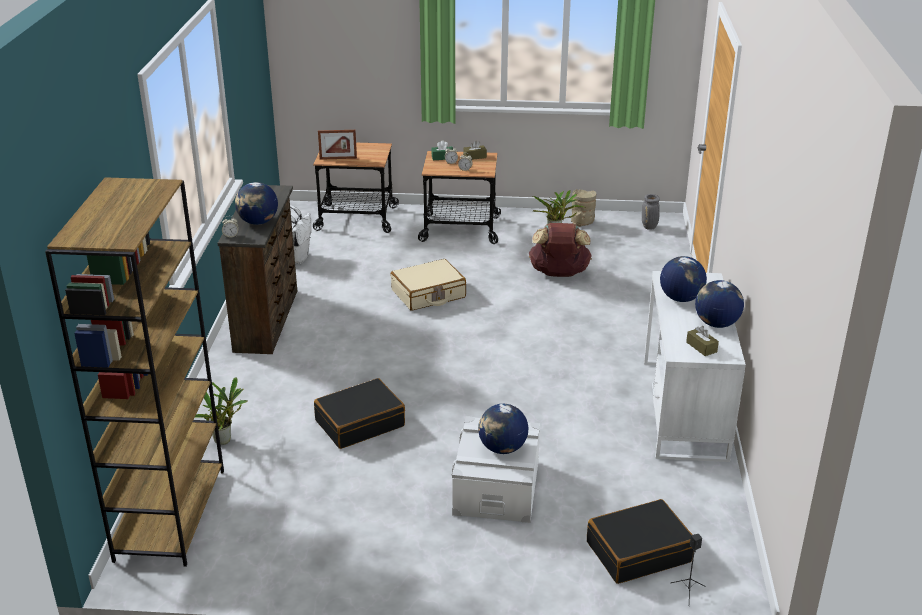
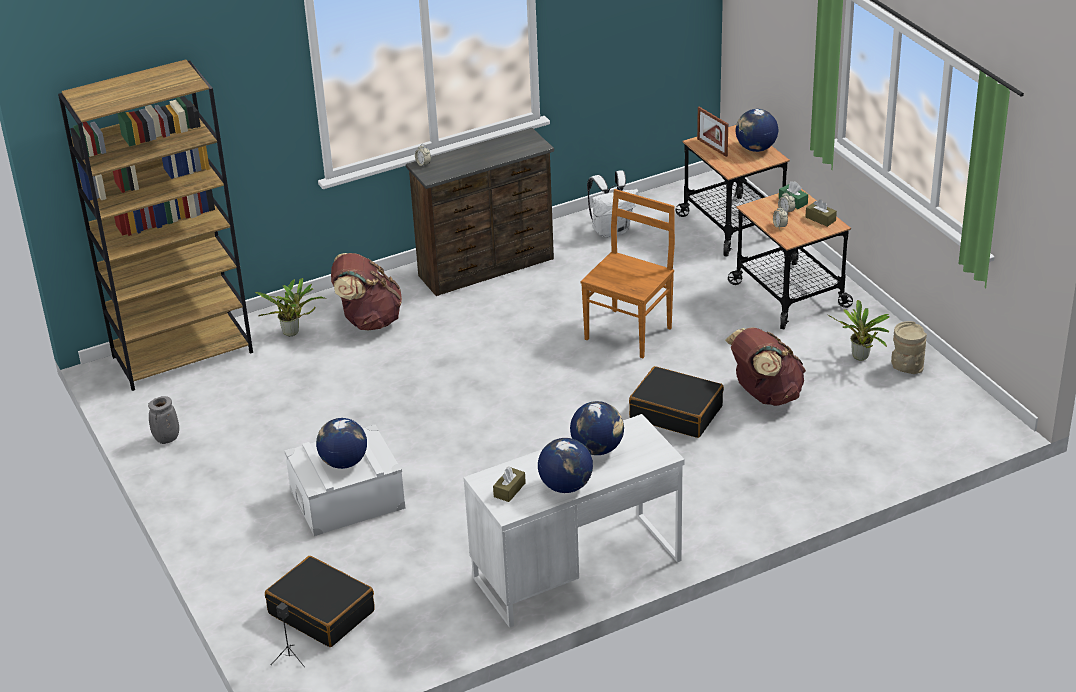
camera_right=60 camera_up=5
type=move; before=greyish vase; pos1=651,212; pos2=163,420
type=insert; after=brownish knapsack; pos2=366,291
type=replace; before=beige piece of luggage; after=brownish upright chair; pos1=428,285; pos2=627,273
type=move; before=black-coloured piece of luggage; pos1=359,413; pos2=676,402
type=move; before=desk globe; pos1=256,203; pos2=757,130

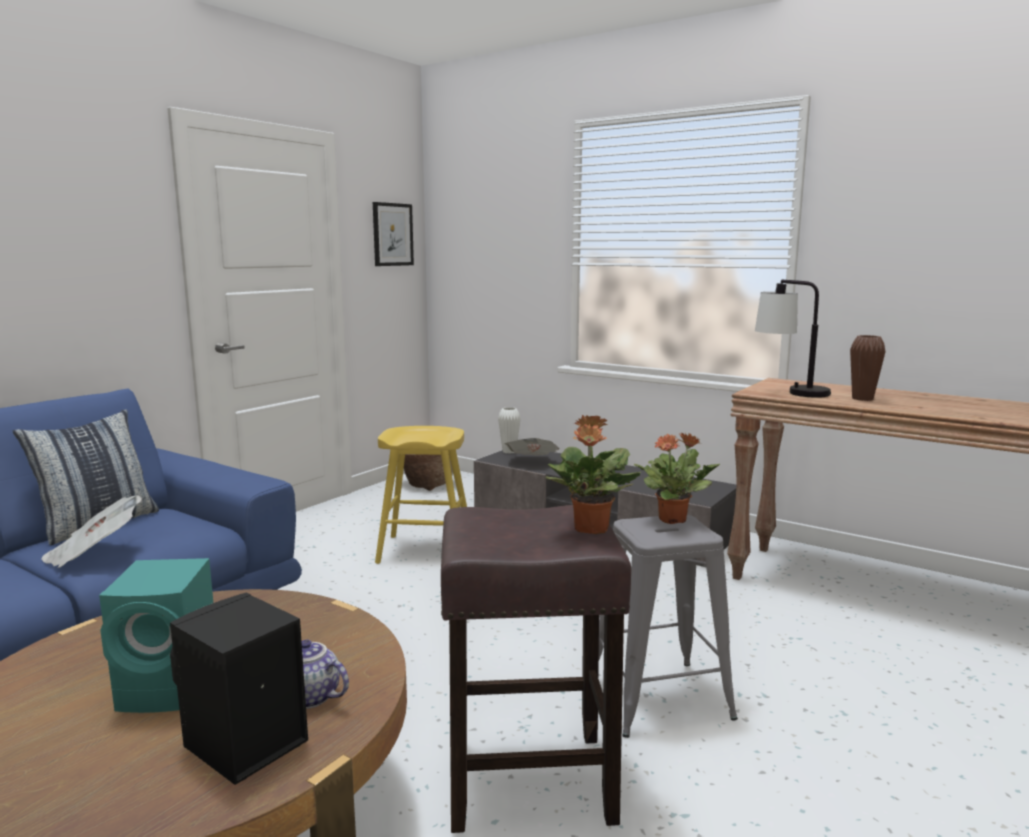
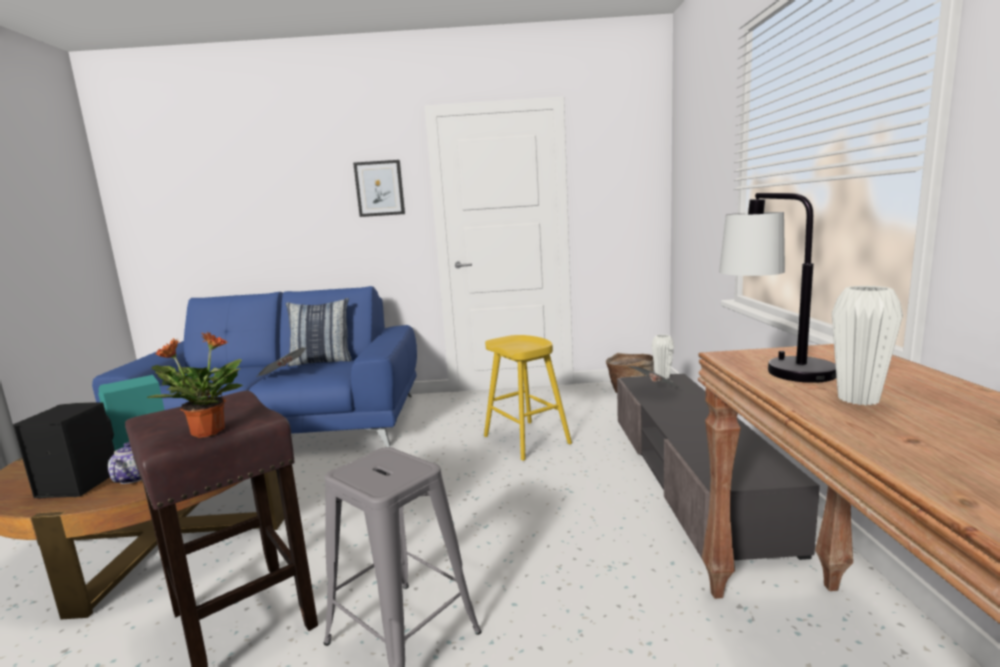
camera_right=55 camera_up=0
type=move; before=wall art; pos1=393,234; pos2=379,188
type=recolor; before=brownish vase; after=white-coloured vase; pos1=868,368; pos2=867,345
type=delete; before=potted plant; pos1=677,478

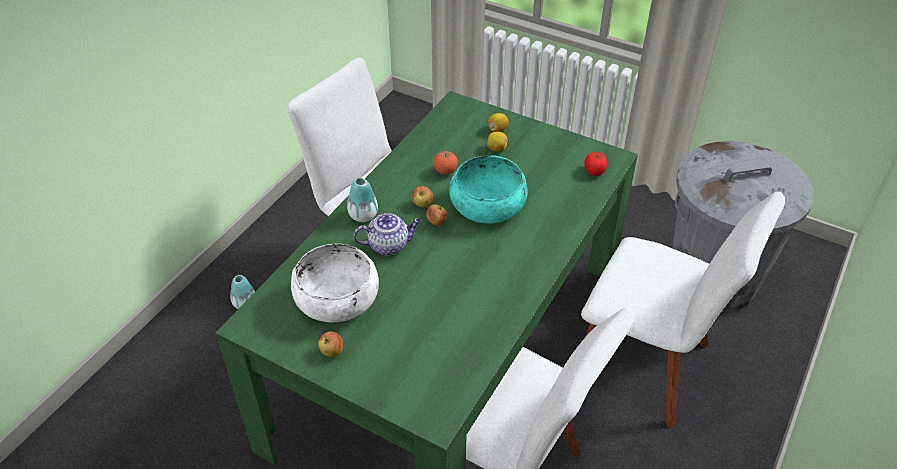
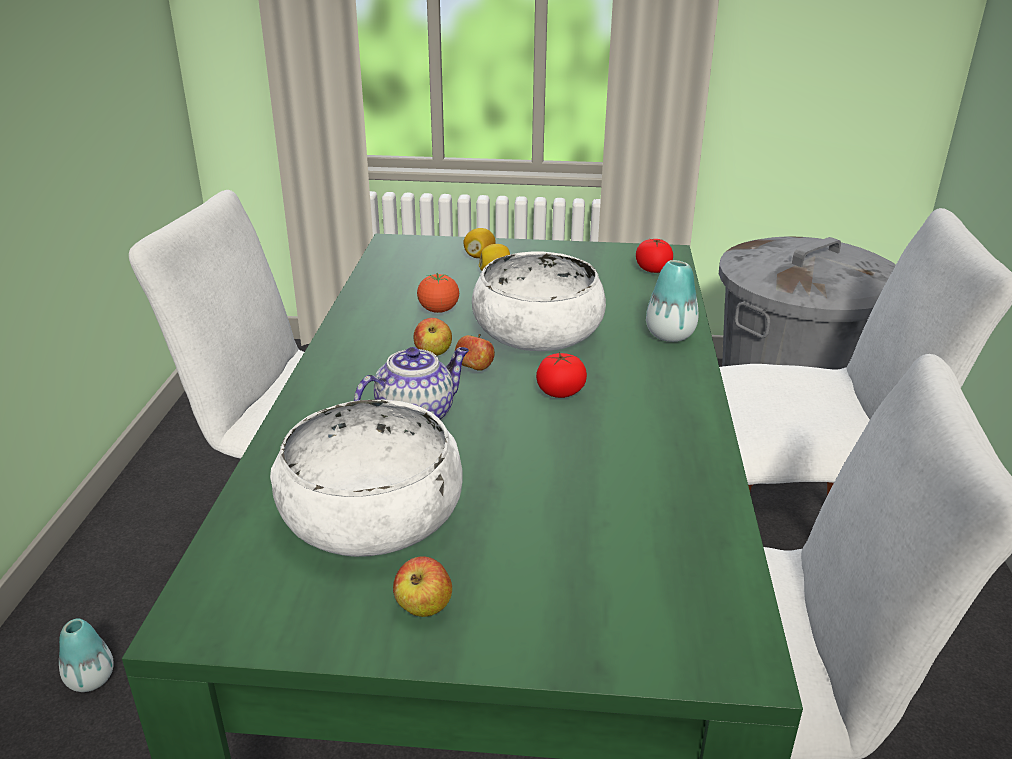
camera_right=-25 camera_up=-15
type=recolor; before=turquoise bowl; after=white-coloured bowl; pos1=488,189; pos2=539,301
type=insert; after=whole tomato; pos2=561,375
type=move; before=vase; pos1=362,200; pos2=672,301

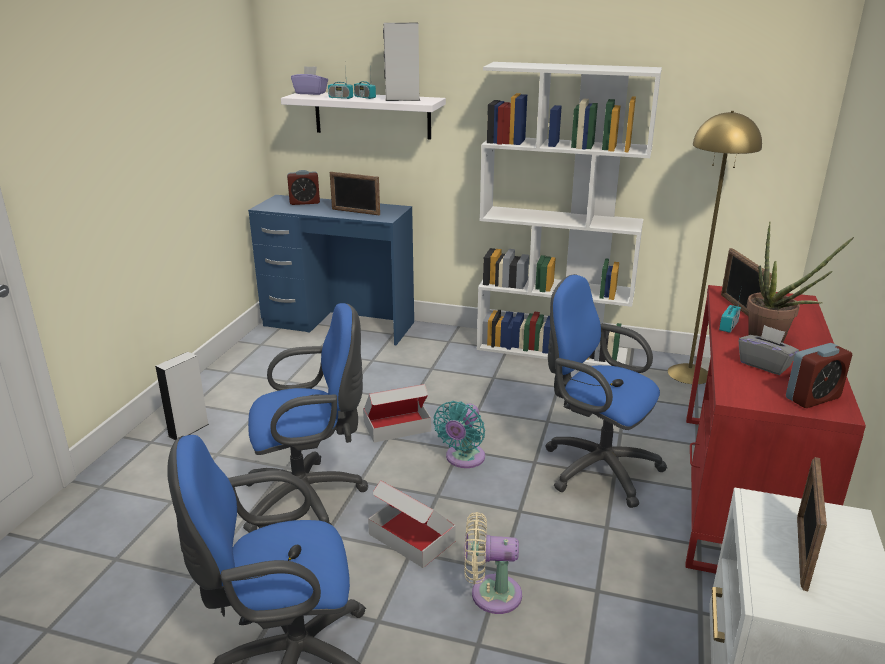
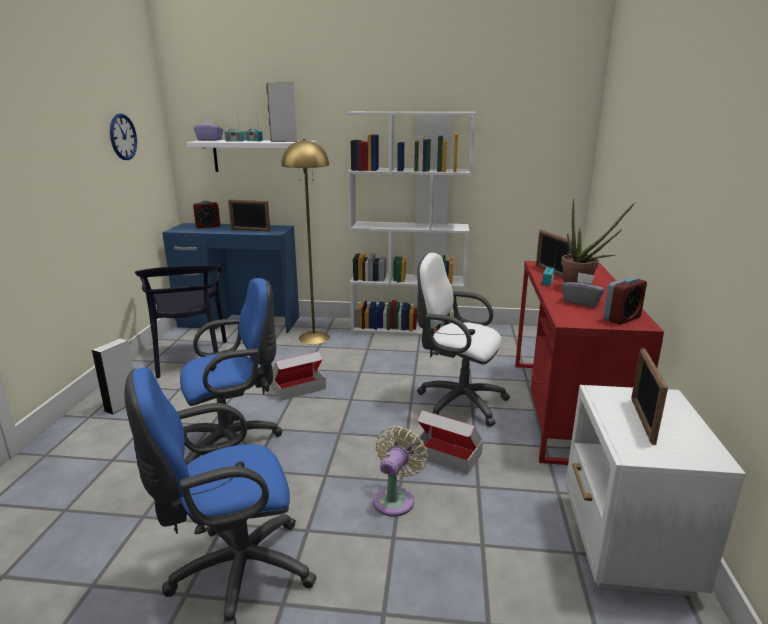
camera_right=-10 camera_up=-5
type=insert; after=wall clock; pos2=123,136
type=insert; after=black-coloured upright chair; pos2=181,321
type=move; before=yellowish floor lamp; pos1=715,247; pos2=306,241
type=rotate; before=beige electric fan; pos1=493,563; pos2=400,471; turn=120
type=move; before=carton; pos1=412,524; pos2=448,442
type=recolor; before=bluish computer chair; after=white-coloured computer chair; pos1=606,391; pos2=463,340
type=delete; before=turquoise electric fan; pos1=459,434

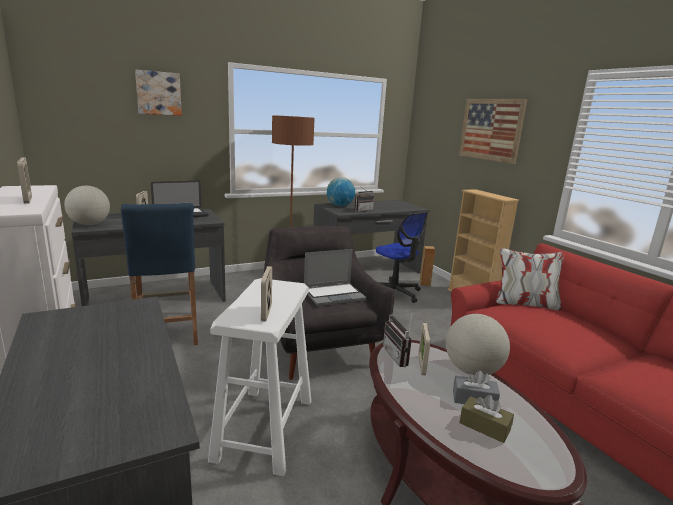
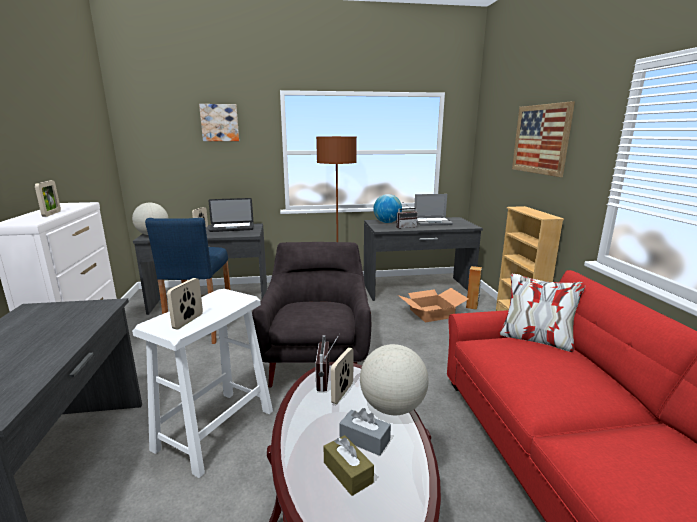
camera_right=20 camera_up=0
type=replace; before=computer chair; after=carton; pos1=402,257; pos2=433,305
type=move; before=portable computer; pos1=335,277; pos2=433,210

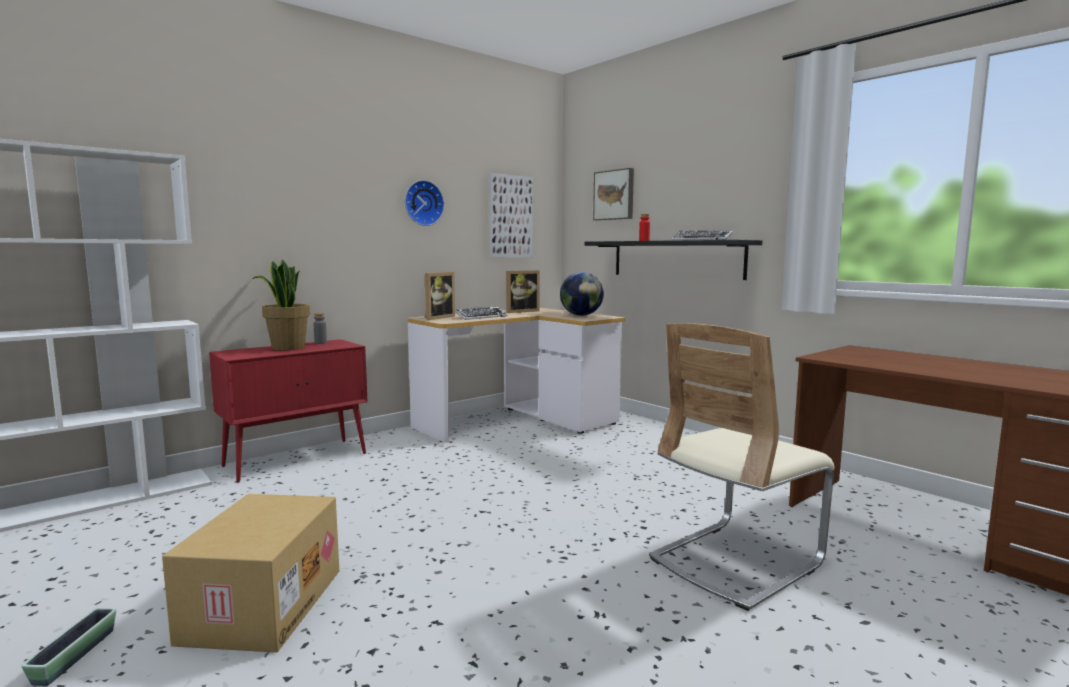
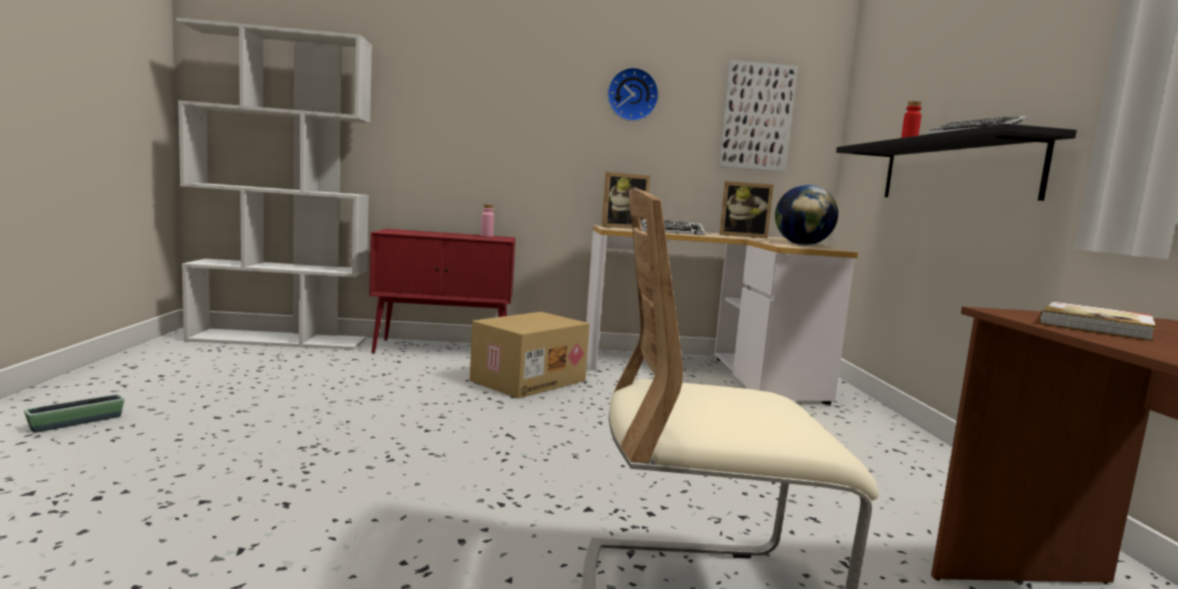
camera_right=35 camera_up=0
type=move; before=carton; pos1=250,573; pos2=530,355
type=recolor; before=greyish drink bottle; after=pink drink bottle; pos1=320,328; pos2=487,220
type=insert; after=volume; pos2=1097,321
type=delete; before=potted plant; pos1=281,304
type=delete; before=wall art; pos1=613,194

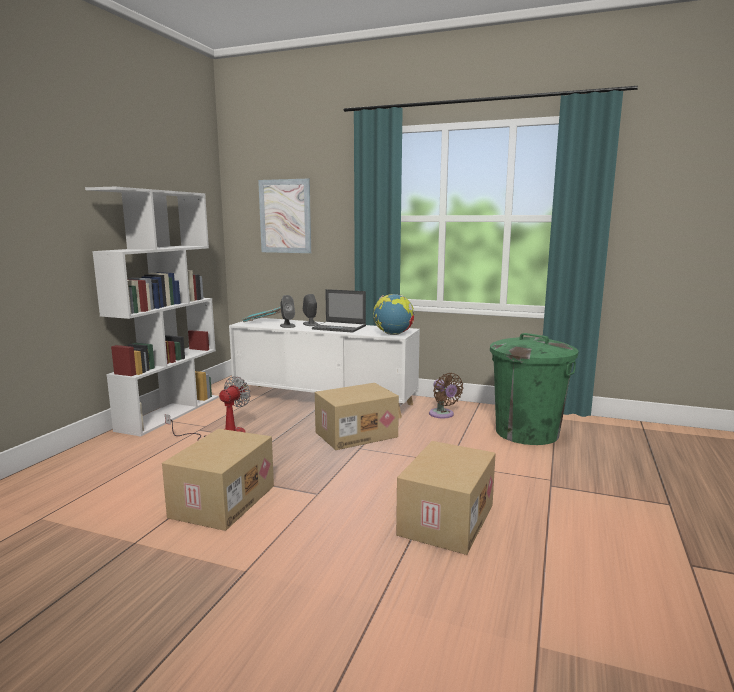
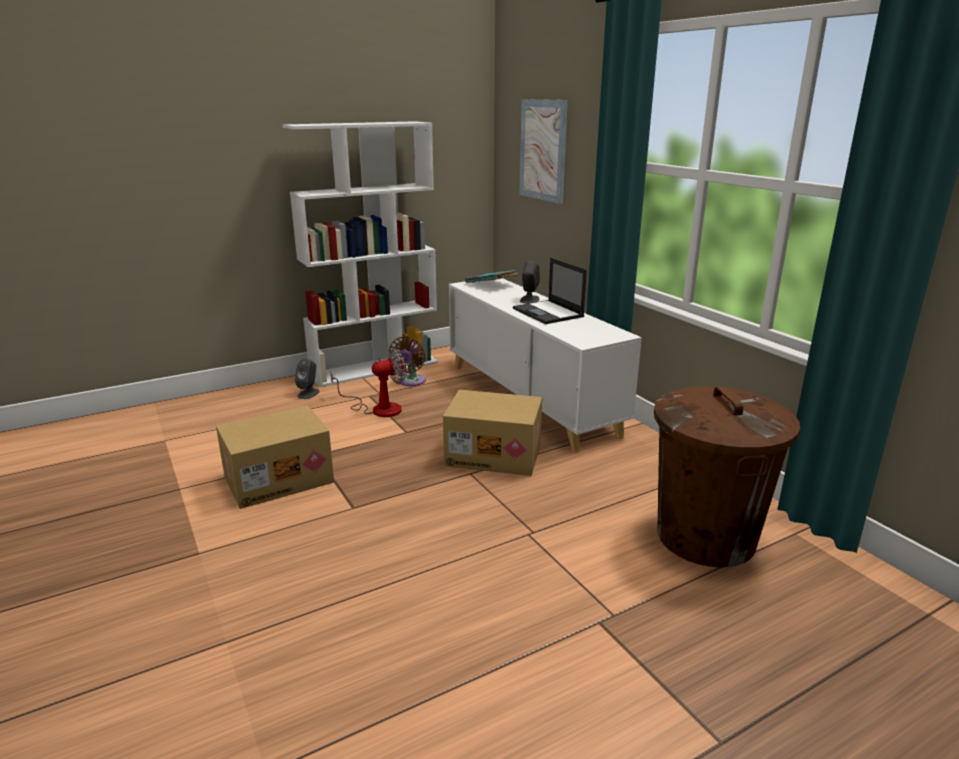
camera_right=40 camera_up=10
type=move; before=greyish loudspeaker; pos1=288,311; pos2=307,378
type=move; before=brownish electric fan; pos1=446,395; pos2=407,361
type=recolor; before=green-coloured rubbish bin; after=brownish rubbish bin; pos1=534,389; pos2=727,476
type=delete; before=desk globe; pos1=394,314
type=delete; before=carton; pos1=446,498

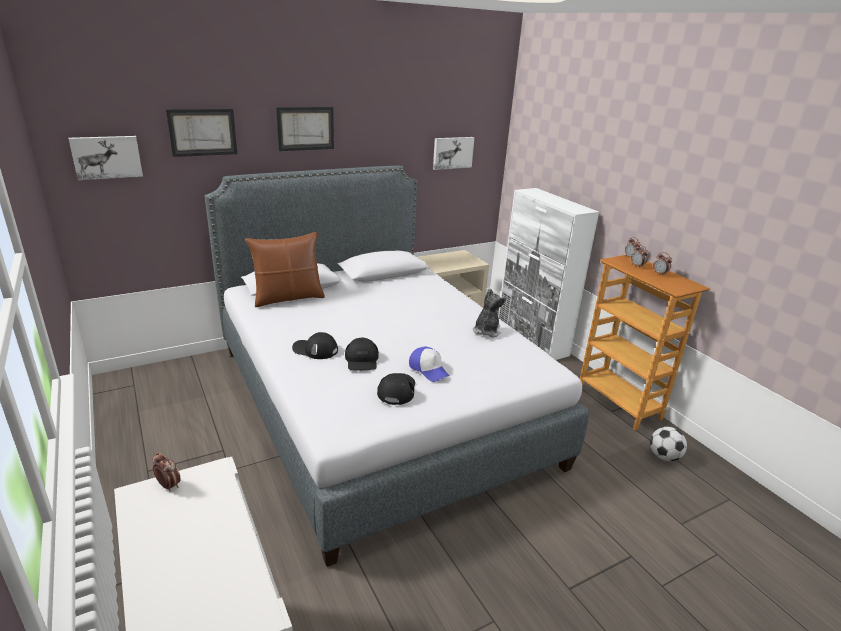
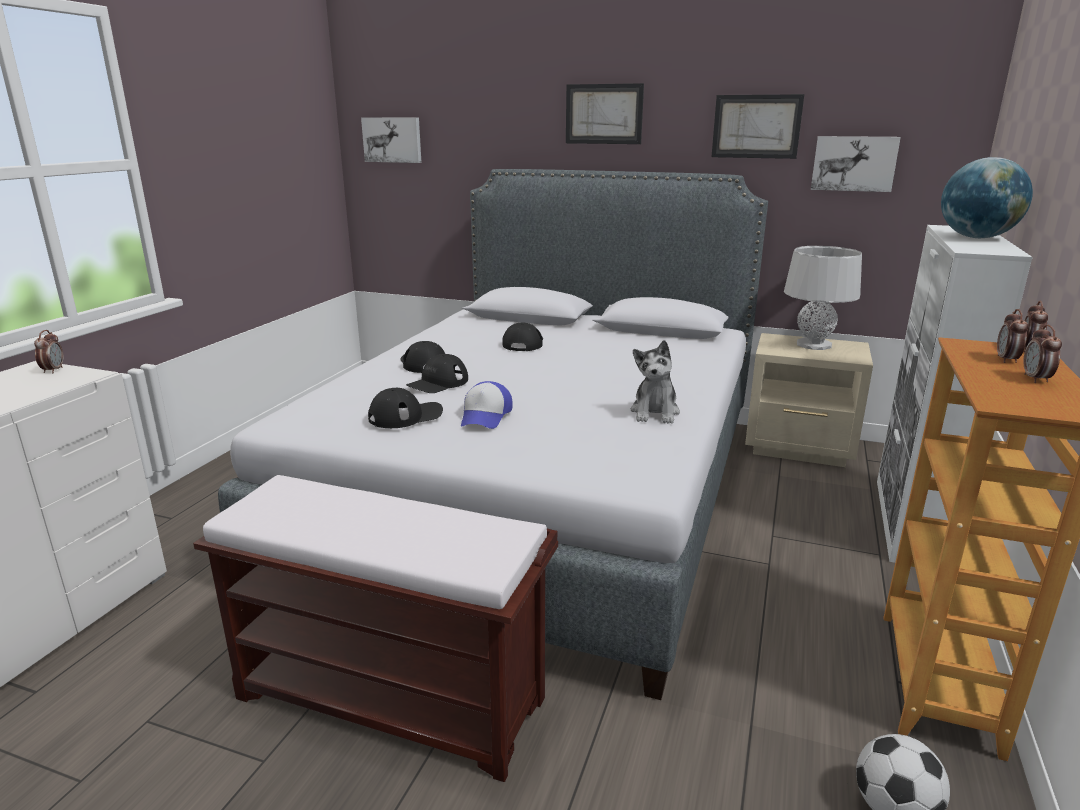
camera_right=50 camera_up=-5
type=insert; after=brownish bench; pos2=375,628
type=insert; after=black-coloured peaked cap; pos2=522,337
type=rotate; before=plush toy; pos1=490,312; pos2=655,382; turn=120
type=move; before=wall art; pos1=201,133; pos2=757,126
type=insert; after=greyish lamp for a table; pos2=823,298
type=insert; after=desk globe; pos2=987,197
type=delete; before=brownish pillow; pos1=285,269

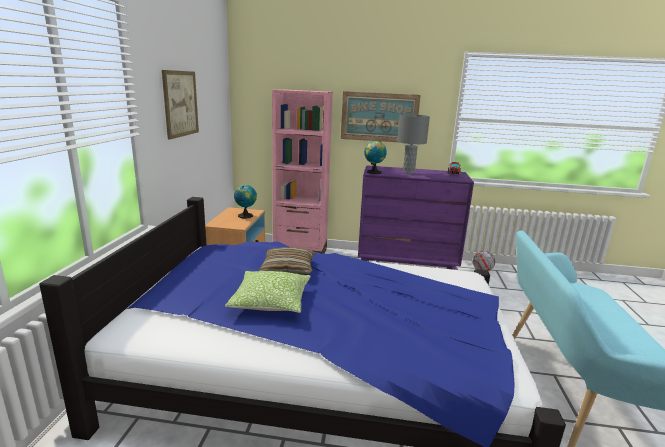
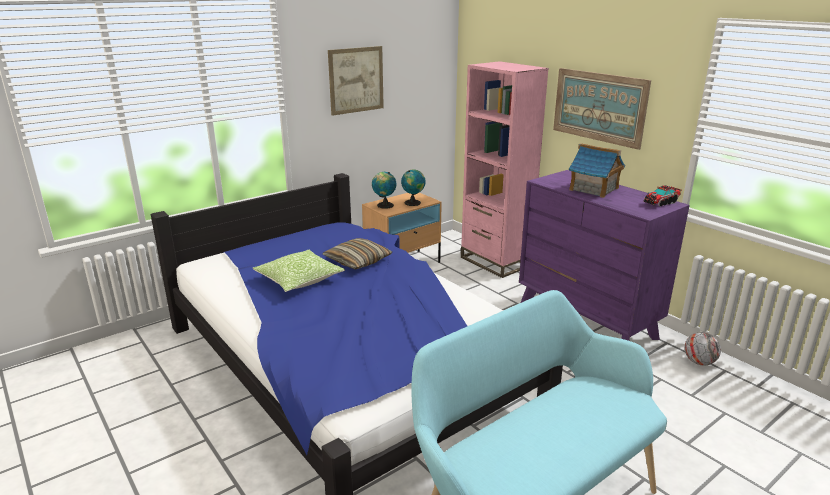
camera_right=45 camera_up=5
type=move; before=desk globe; pos1=375,157; pos2=384,190
type=replace; before=greyish lamp for a table; after=model house; pos1=413,144; pos2=597,170

